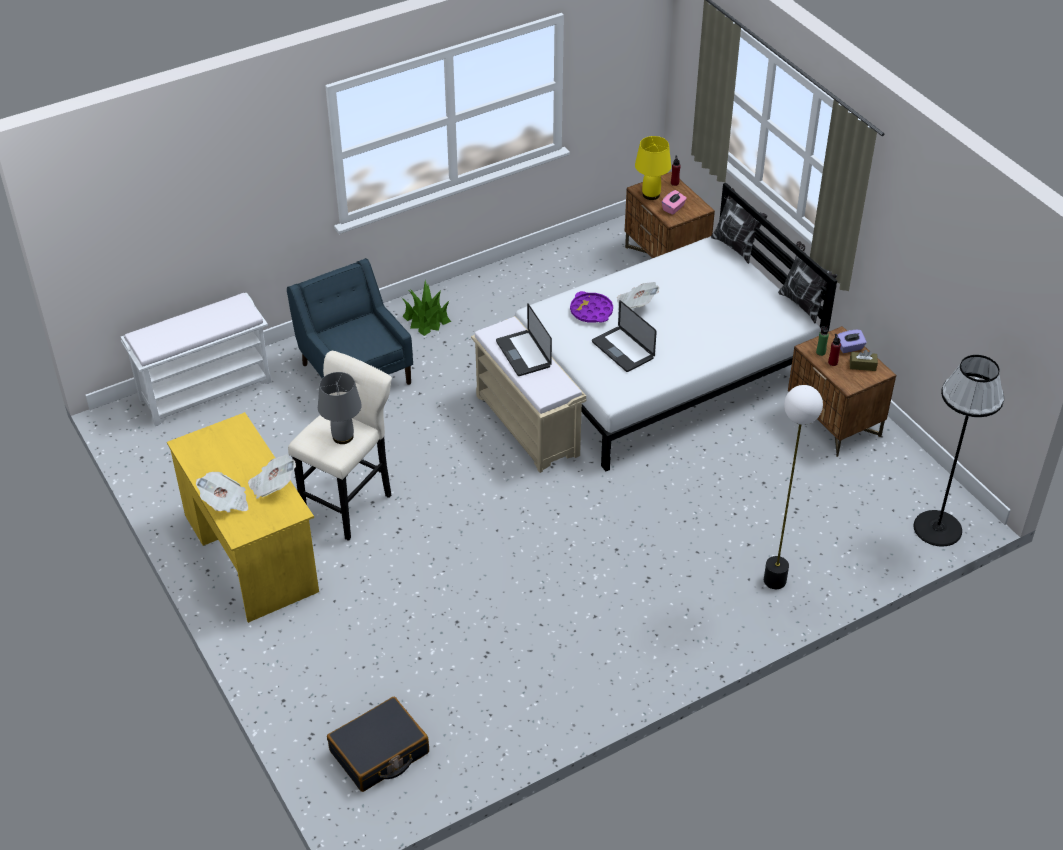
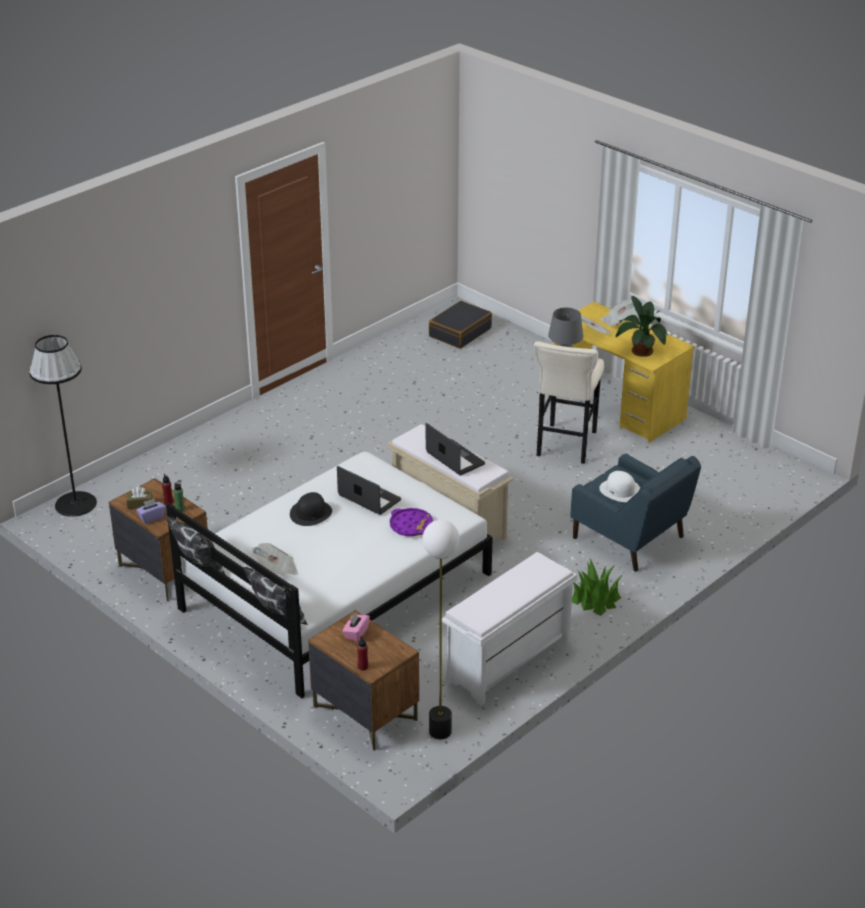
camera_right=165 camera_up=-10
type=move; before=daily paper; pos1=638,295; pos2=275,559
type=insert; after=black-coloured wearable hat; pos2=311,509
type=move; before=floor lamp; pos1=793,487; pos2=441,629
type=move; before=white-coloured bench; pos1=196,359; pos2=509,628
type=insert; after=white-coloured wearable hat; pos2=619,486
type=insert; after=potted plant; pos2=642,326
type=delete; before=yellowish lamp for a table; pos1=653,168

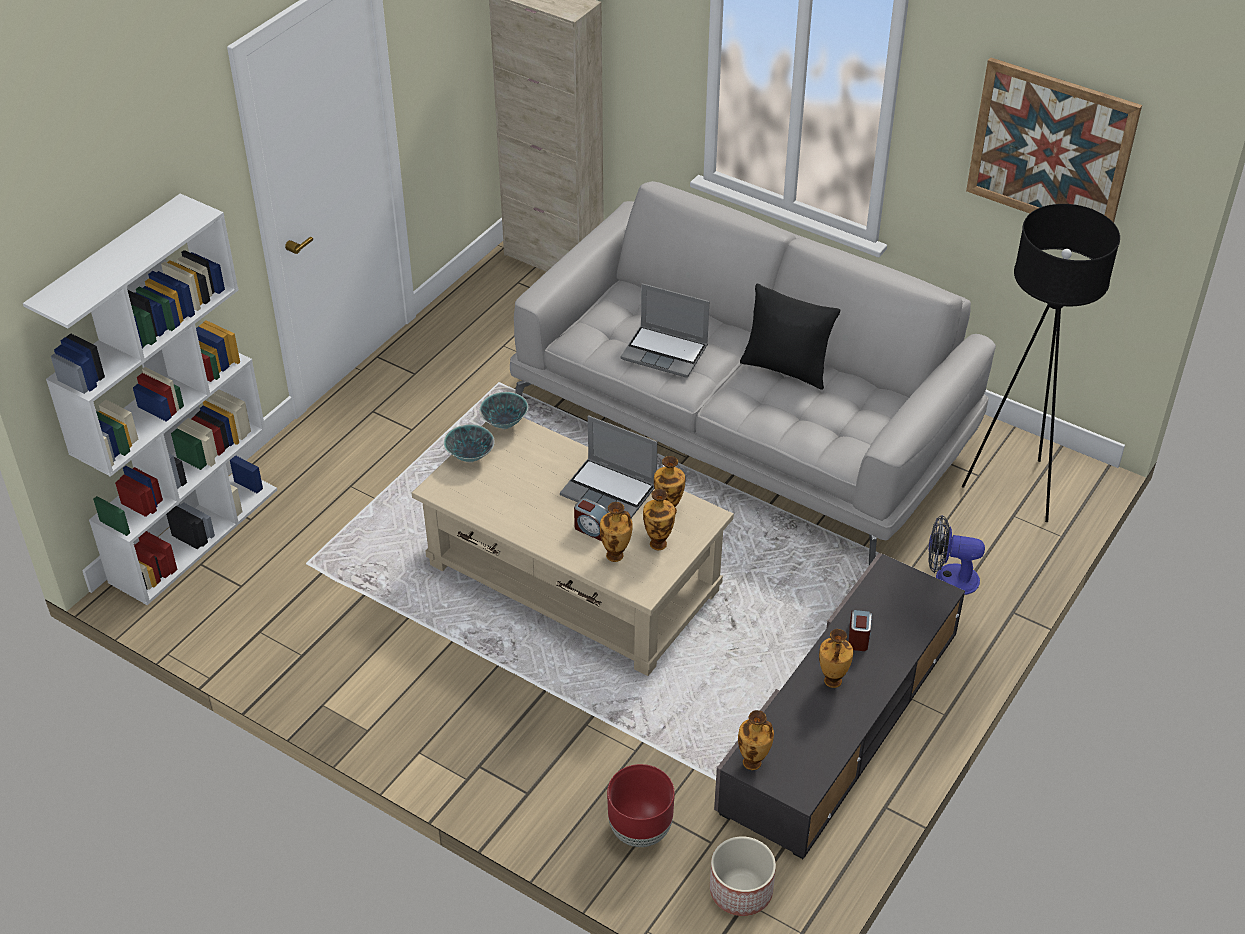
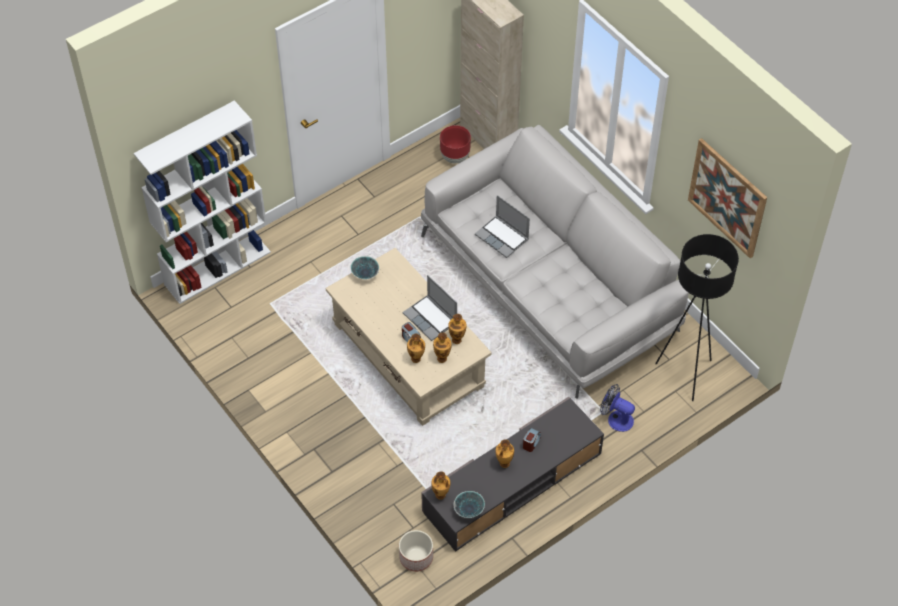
camera_right=20 camera_up=10
type=move; before=red-coloured planter; pos1=641,805; pos2=455,144
type=move; before=bowl; pos1=503,410; pos2=469,504
type=delete; before=black-coloured pillow; pos1=790,336

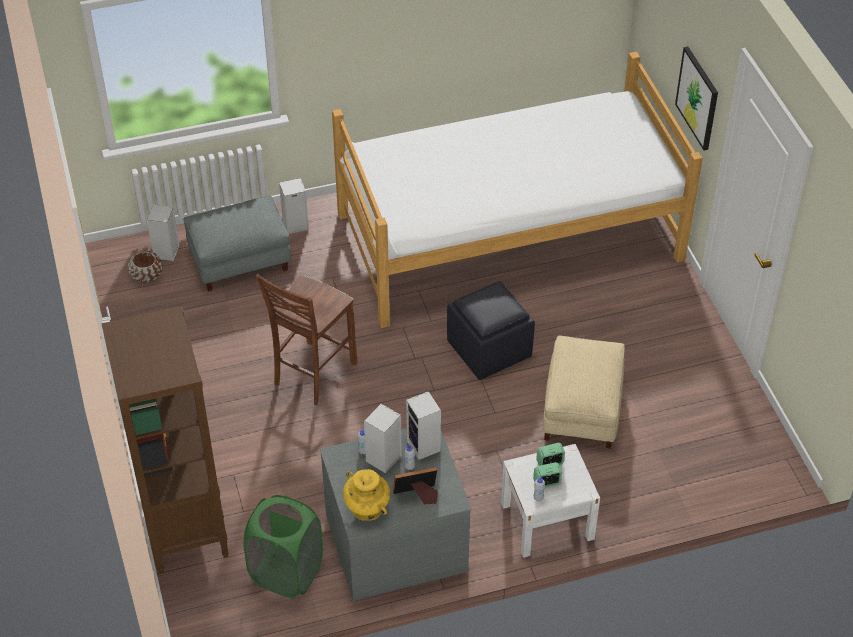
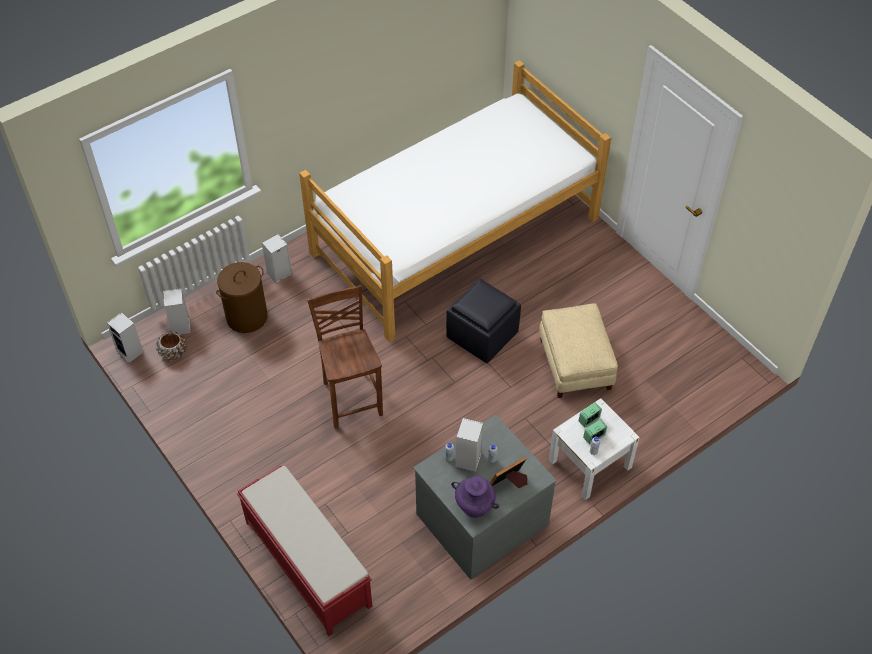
camera_right=-20 camera_up=5
type=move; before=loudspeaker; pos1=423,425; pos2=125,337
type=replace; before=greyish footrest; after=brownish hamper; pos1=237,243; pos2=242,297
type=replace; before=brownish shelving unit; after=red-coloured bench; pos1=165,440; pos2=304,550
type=rotate; before=brownish upright chair; pos1=306,339; pos2=345,357; turn=150
type=recolor; before=yellowish vase; after=purple vase; pos1=366,495; pos2=475,497
type=delete; before=green-coloured hamper; pos1=283,546
type=delete; before=wall art; pos1=696,98

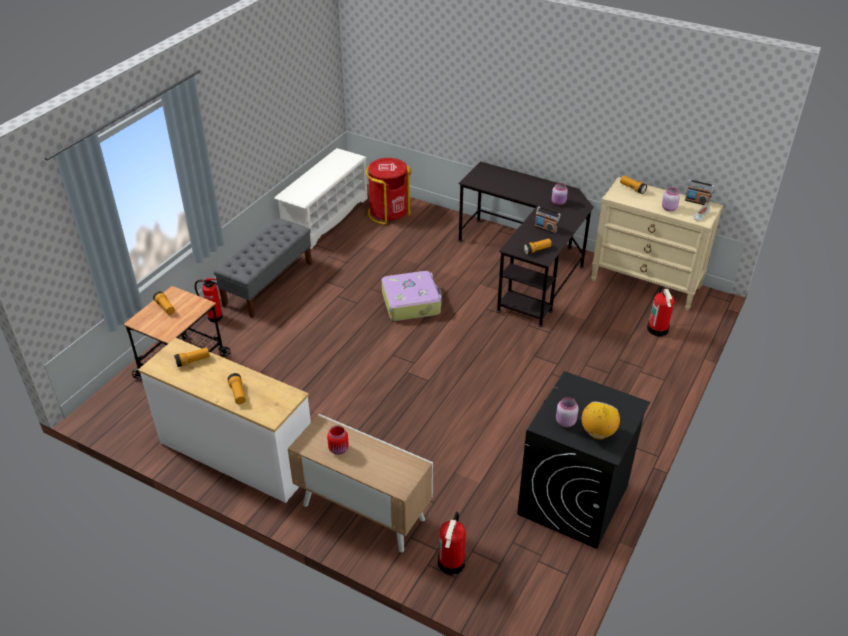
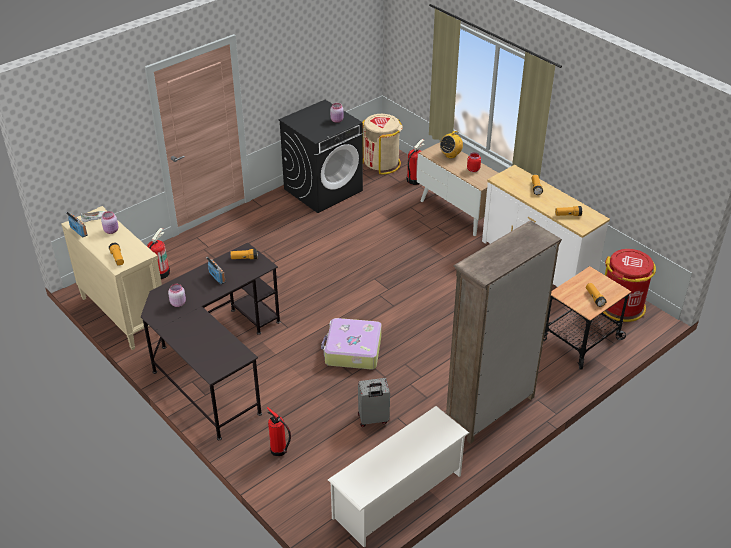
camera_right=-160 camera_up=0
type=move; before=fire extinguisher; pos1=208,300; pos2=279,431
type=insert; after=greyish piece of luggage; pos2=374,402
type=insert; after=beige rubbish bin; pos2=382,144
type=move; before=radio; pos1=601,421; pos2=451,145
type=replace; before=greyish bench; after=brownish shelving unit; pos1=263,268; pos2=504,332
type=move; before=red-coloured rubbish bin; pos1=388,191; pos2=629,285

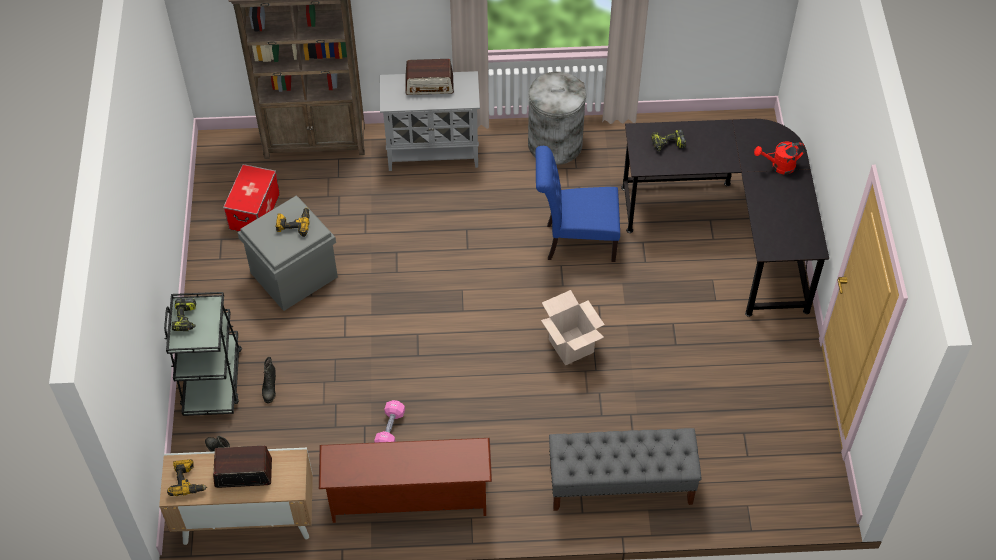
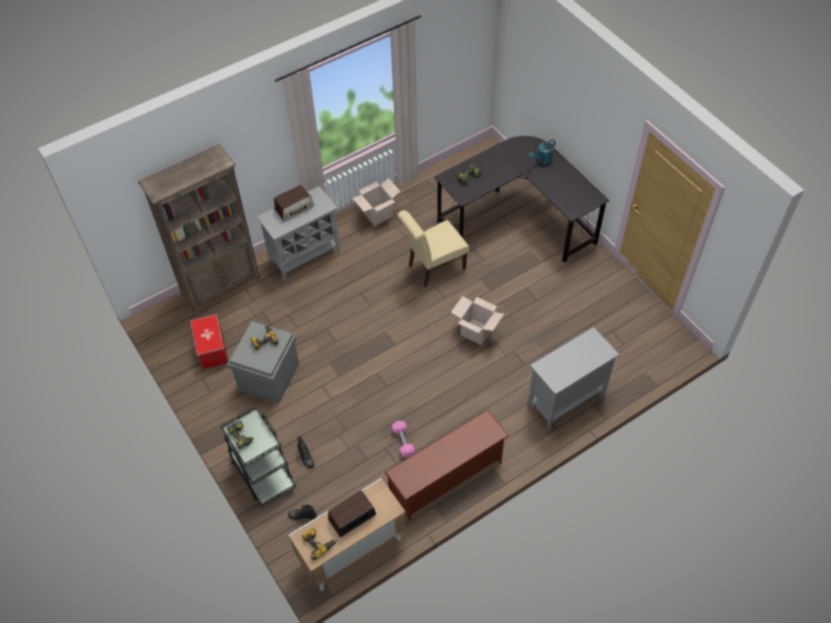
camera_right=-30 camera_up=0
type=replace; before=greyish rubbish bin; after=carton; pos1=557,118; pos2=376,202
type=recolor; before=bluish upright chair; after=beige upright chair; pos1=578,204; pos2=433,248
type=replace; before=greyish bench; after=greyish cupboard; pos1=625,469; pos2=573,378
type=recolor; before=red-coloured watering pot; after=turquoise watering pot; pos1=779,158; pos2=541,152

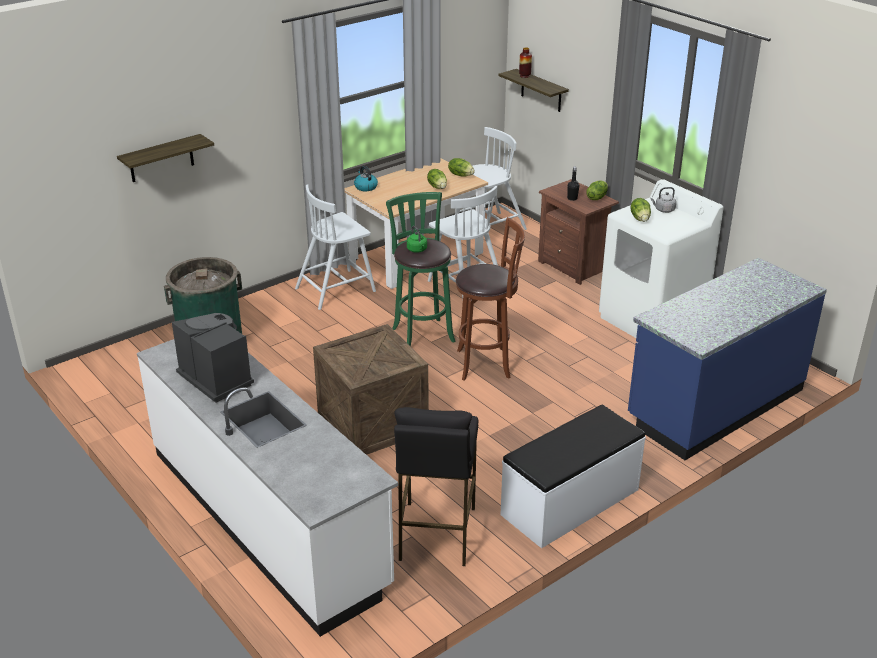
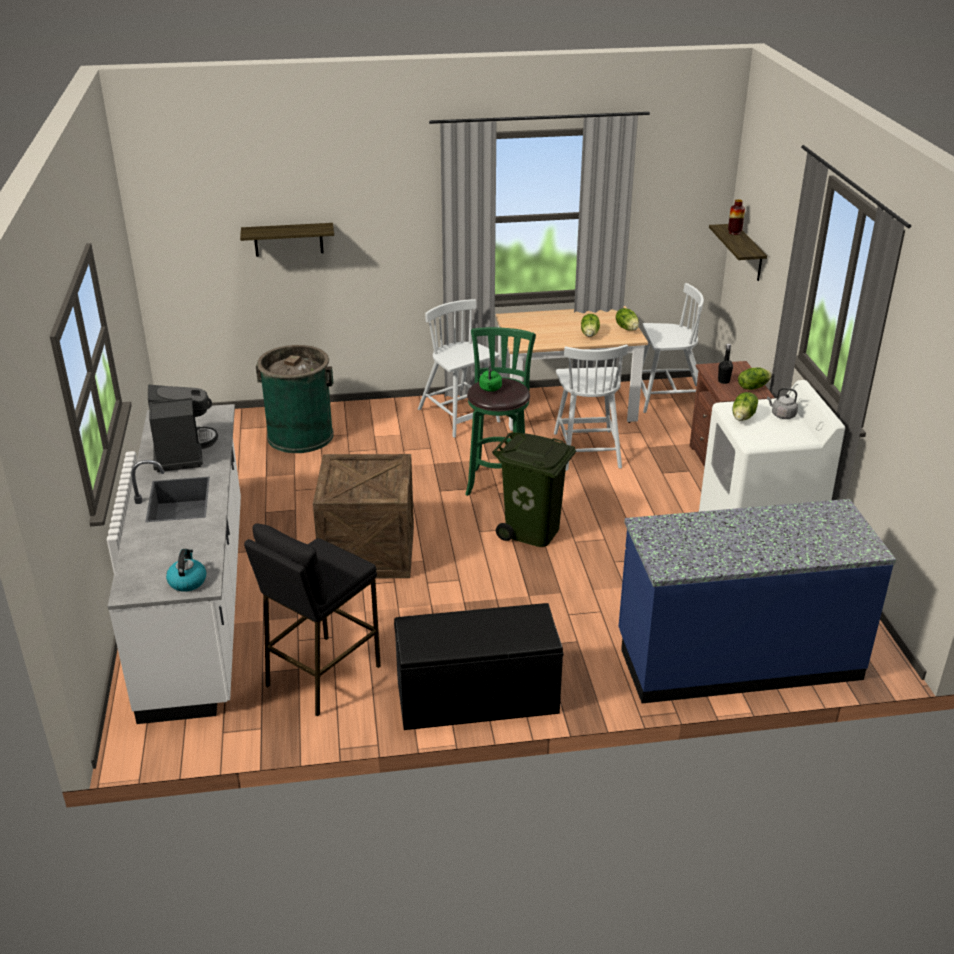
camera_right=30 camera_up=0
type=move; before=tea kettle; pos1=366,178; pos2=186,570
type=recolor; before=white-coloured bench; after=black-coloured bench; pos1=573,476; pos2=478,666
type=rotate; before=white-coloured upright chair; pos1=335,247; pos2=459,368; turn=60
type=replace; before=brownish stool; after=green-coloured rubbish bin; pos1=490,299; pos2=534,490

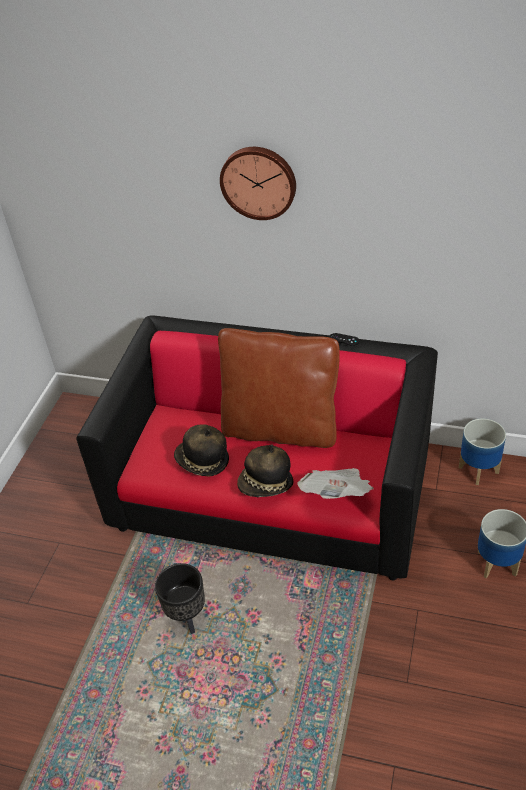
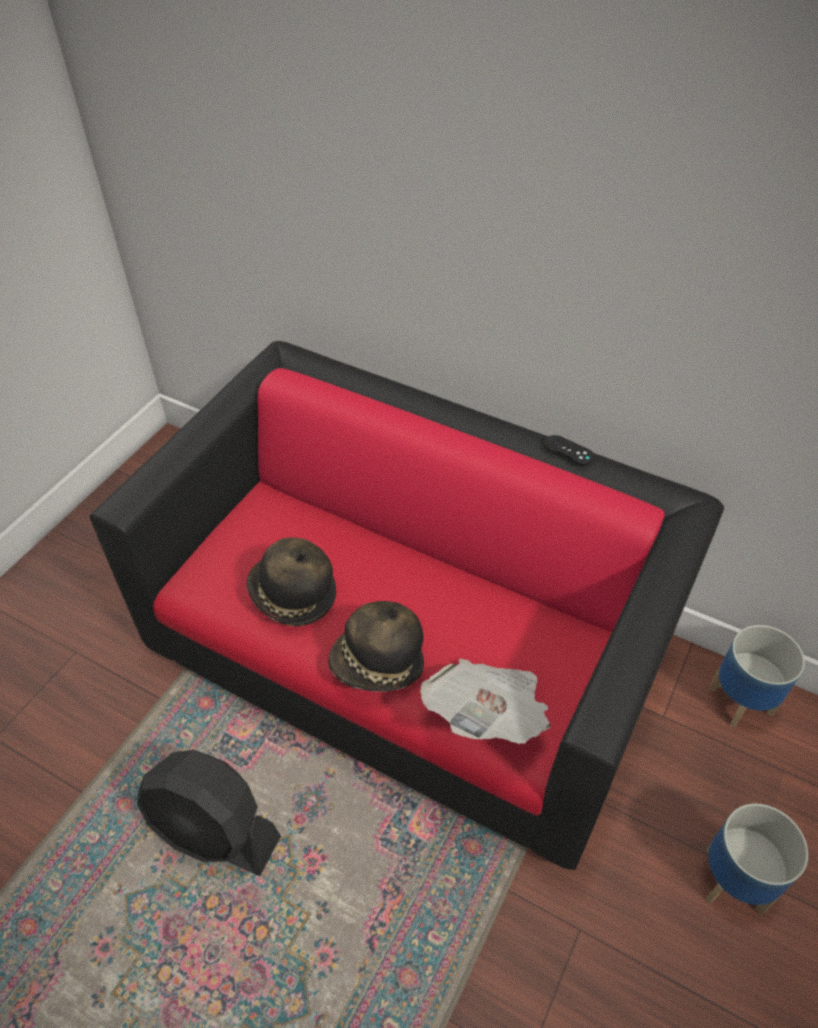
camera_right=10 camera_up=5
type=replace; before=black-coloured planter; after=black-coloured electric fan; pos1=180,598; pos2=209,813
type=delete; before=brownish pillow; pos1=279,388
type=delete; before=wall clock; pos1=258,183

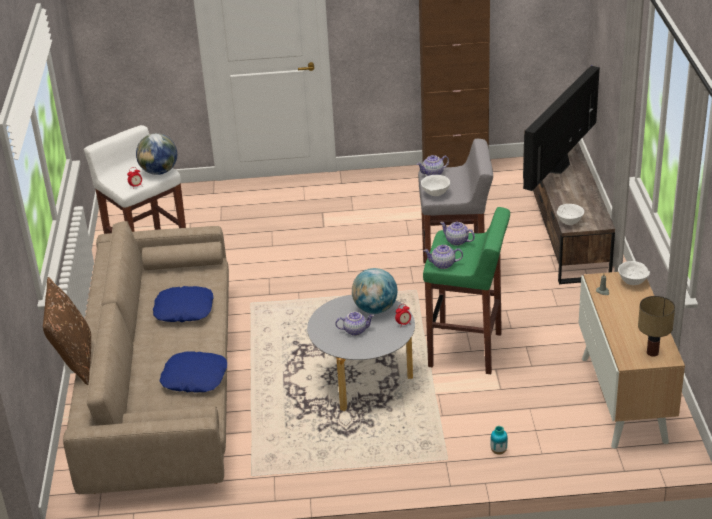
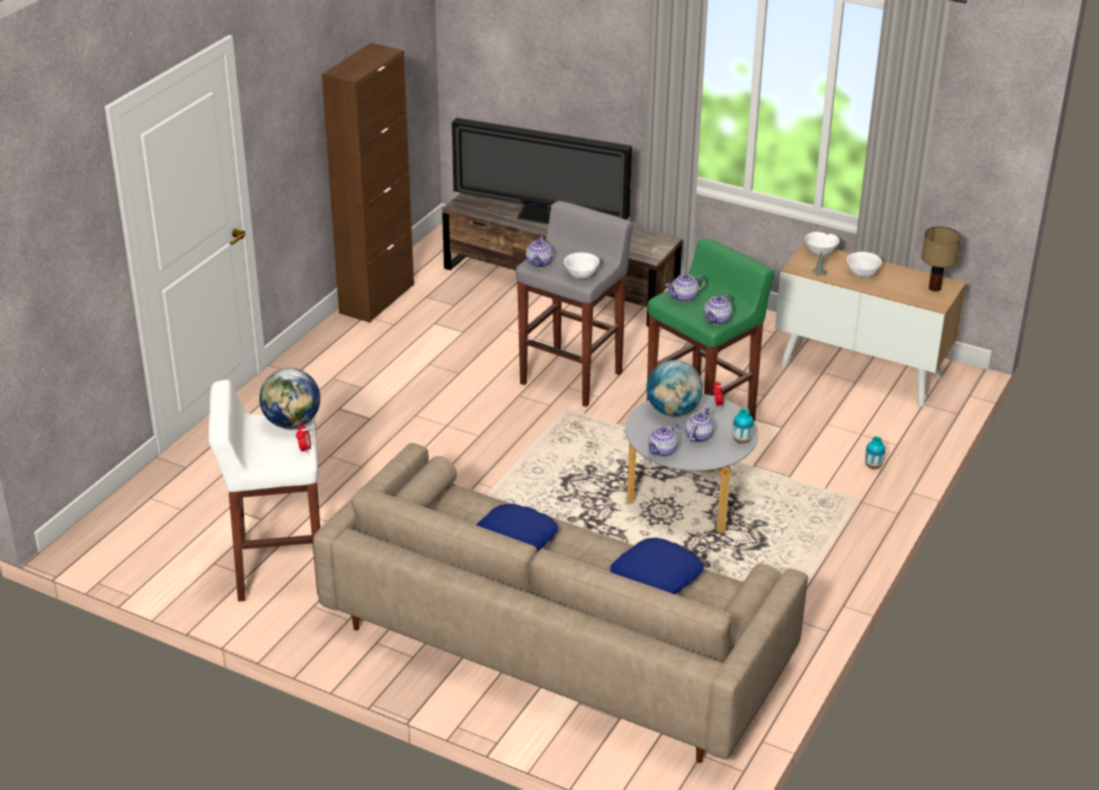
camera_right=-60 camera_up=0
type=rotate; before=TV; pos1=561,128; pos2=542,171; turn=-45
type=insert; after=tea pot; pos2=663,440
type=insert; after=vase; pos2=743,426
type=move; before=white-coloured bowl; pos1=570,214; pos2=864,265
type=delete; before=brownish pillow; pos1=67,331

